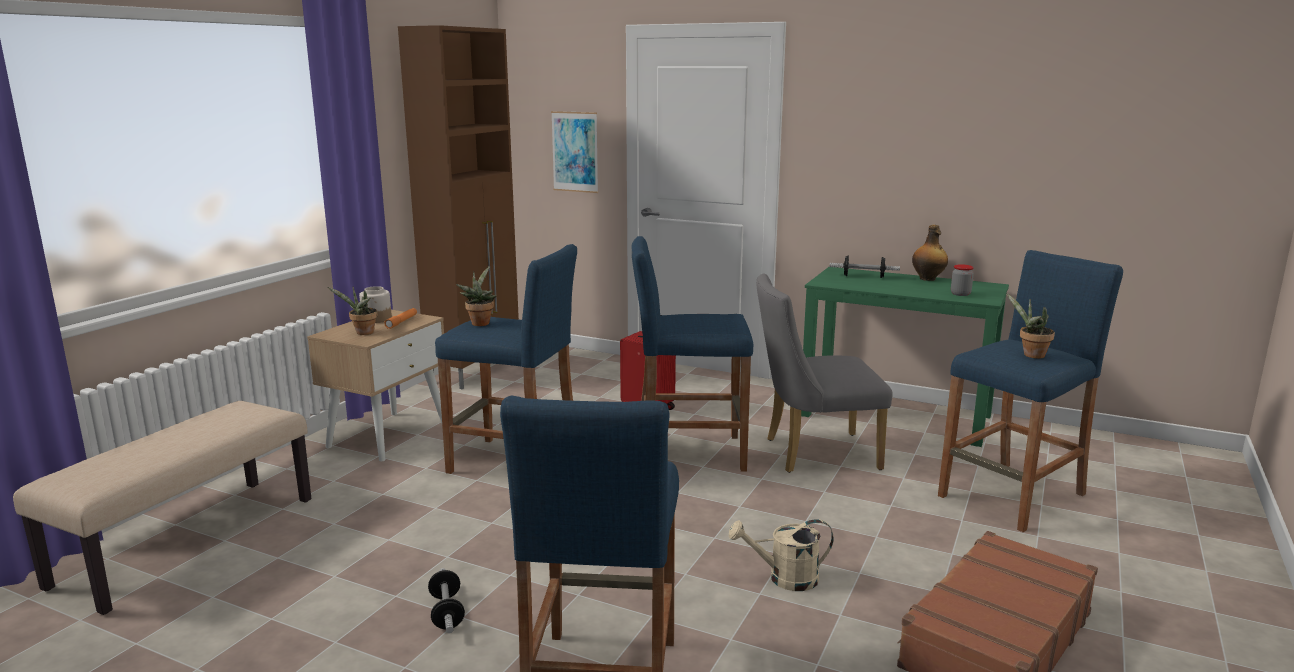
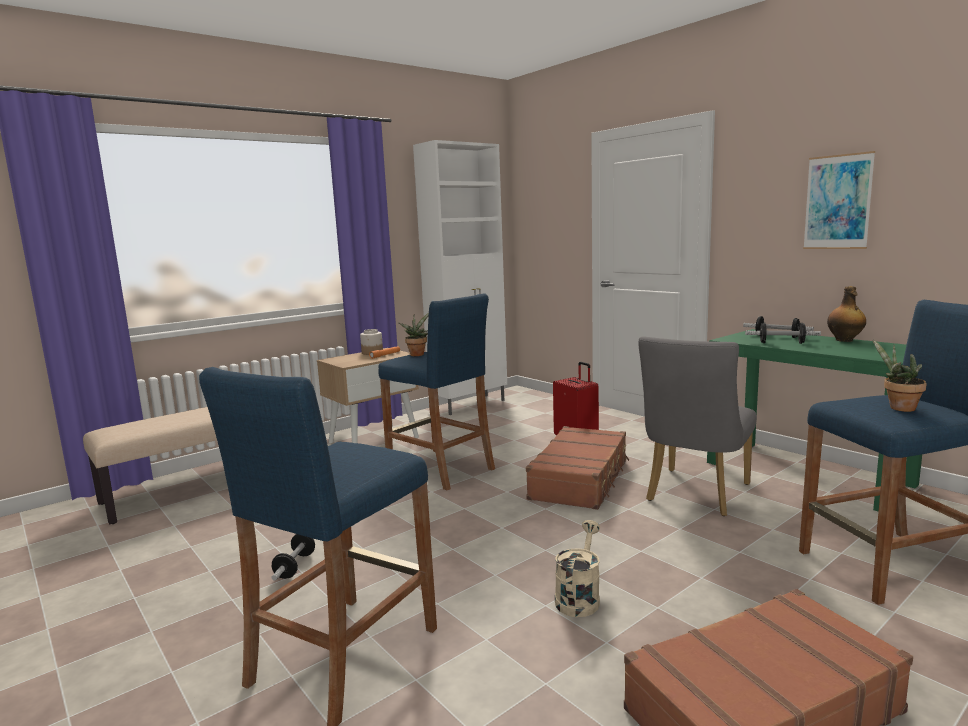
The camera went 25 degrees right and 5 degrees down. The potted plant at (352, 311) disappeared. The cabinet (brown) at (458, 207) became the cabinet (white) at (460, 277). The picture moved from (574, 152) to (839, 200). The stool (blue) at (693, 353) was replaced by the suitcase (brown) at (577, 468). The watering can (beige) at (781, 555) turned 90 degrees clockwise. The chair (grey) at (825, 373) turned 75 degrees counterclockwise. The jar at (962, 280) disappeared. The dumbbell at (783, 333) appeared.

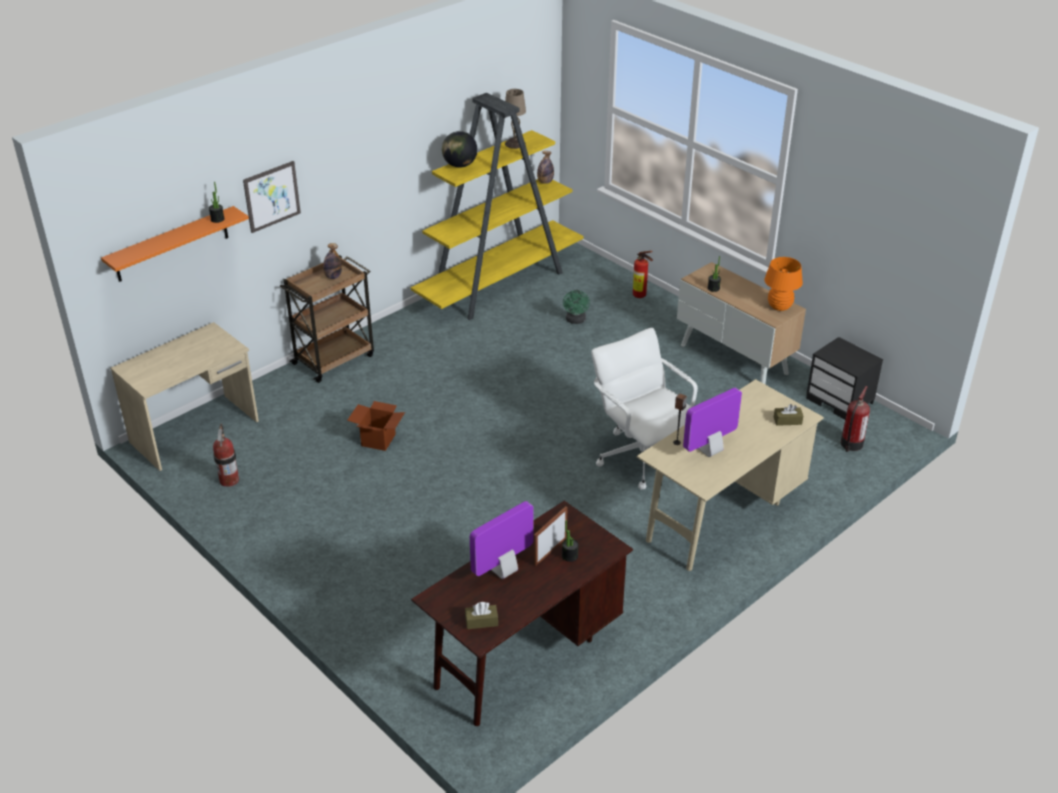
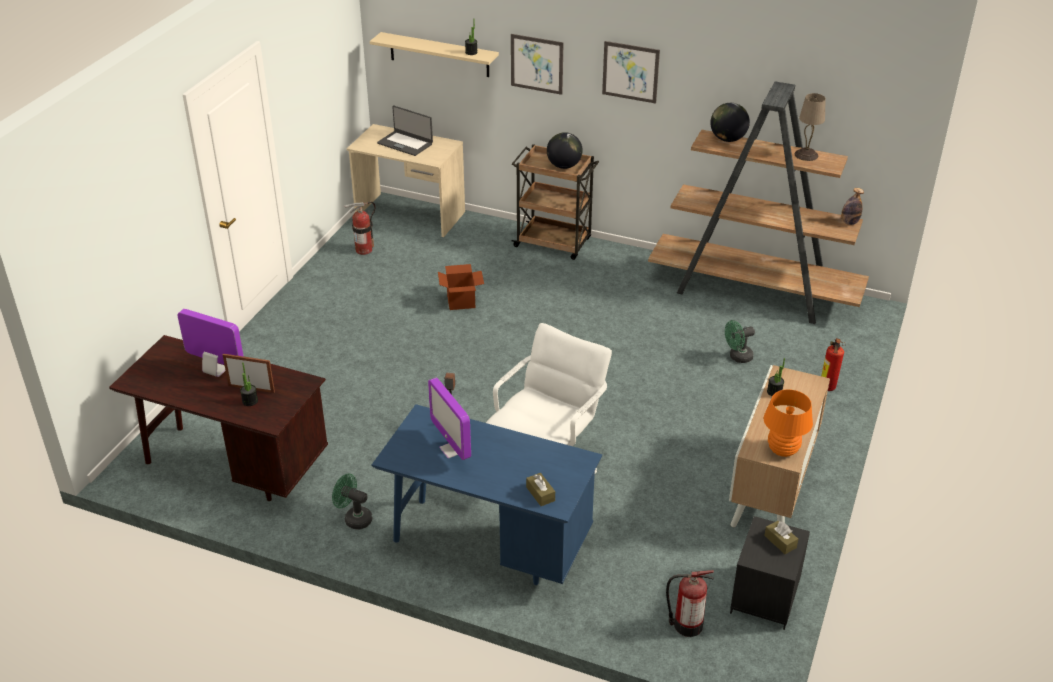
The camera went 65 degrees right and 0 degrees up. The shelf (orange) at (175, 244) became the shelf (beige) at (434, 54). The bottle at (332, 261) was replaced by the globe at (565, 150). The bookcase (yellow) at (497, 206) became the bookcase (brown) at (758, 202). The tissue box (brown) moved from (481, 615) to (781, 537). The desk (beige) at (730, 475) became the desk (blue) at (487, 494). The monitor at (712, 422) turned 150 degrees counterclockwise. The fan (green) at (352, 502) appeared. The laptop at (405, 131) appeared. The picture at (631, 72) appeared.

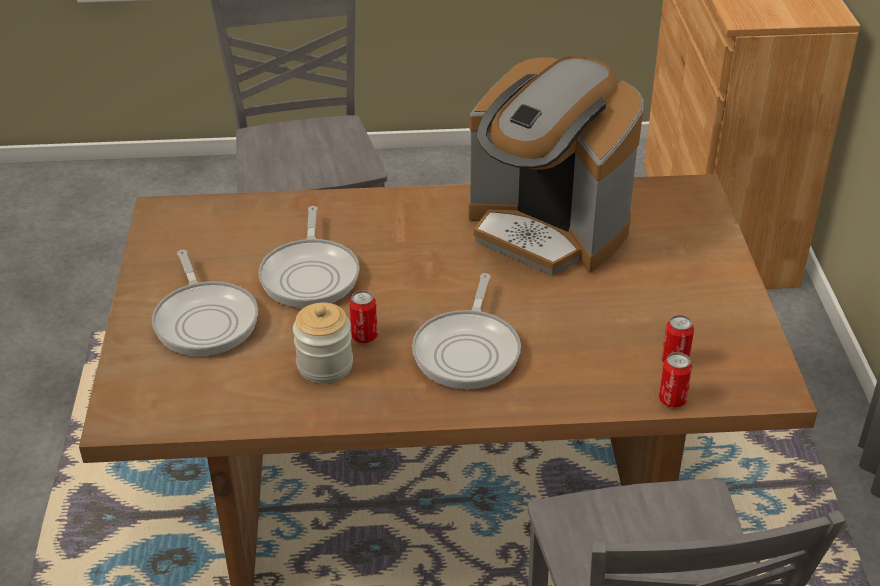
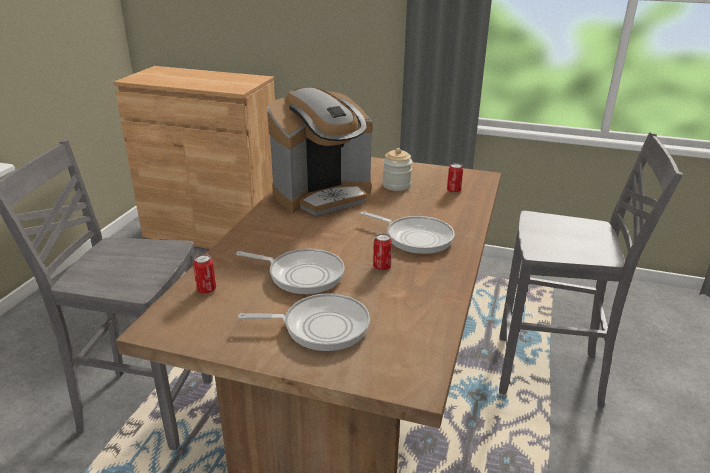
The camera went 70 degrees left and 10 degrees down. The jar moved from (323, 343) to (397, 169). The can moved from (675, 380) to (204, 273).

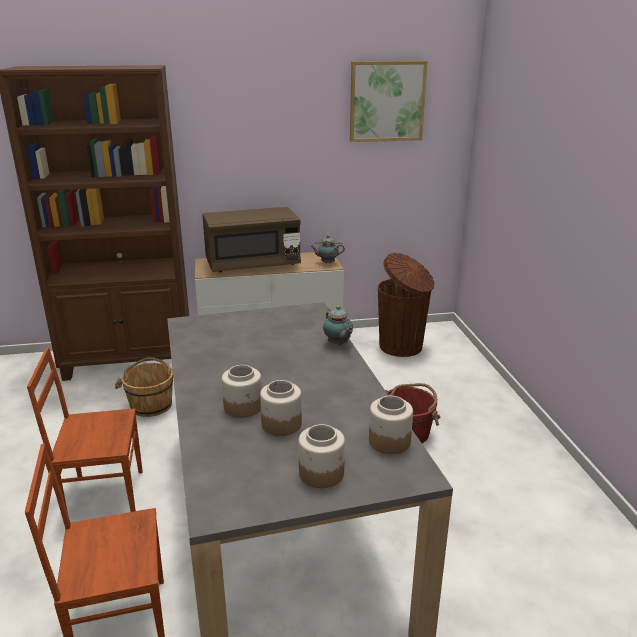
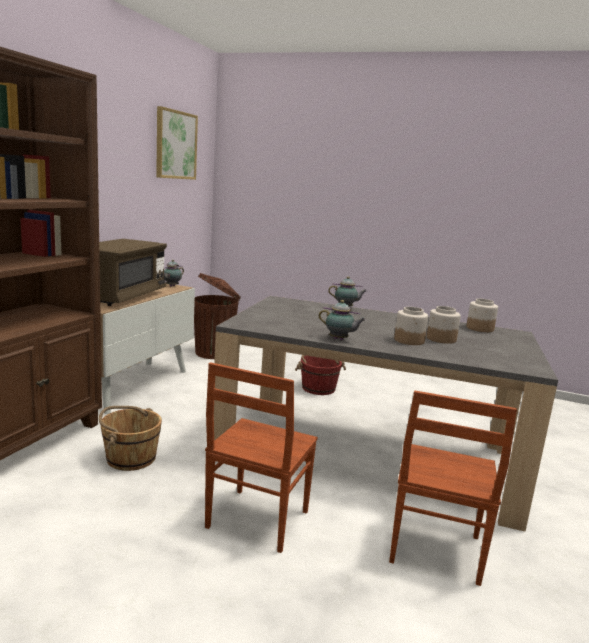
The camera went 60 degrees left and 10 degrees down. The jar at (321, 456) disappeared. The teapot at (342, 320) appeared.

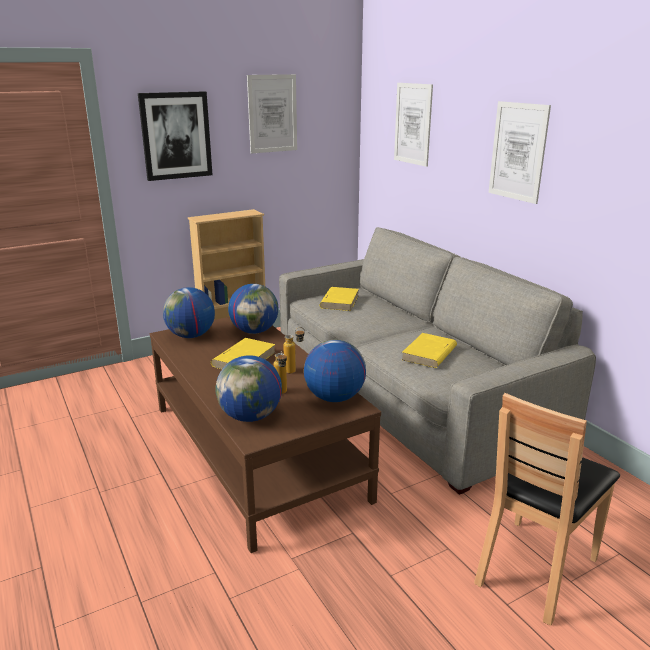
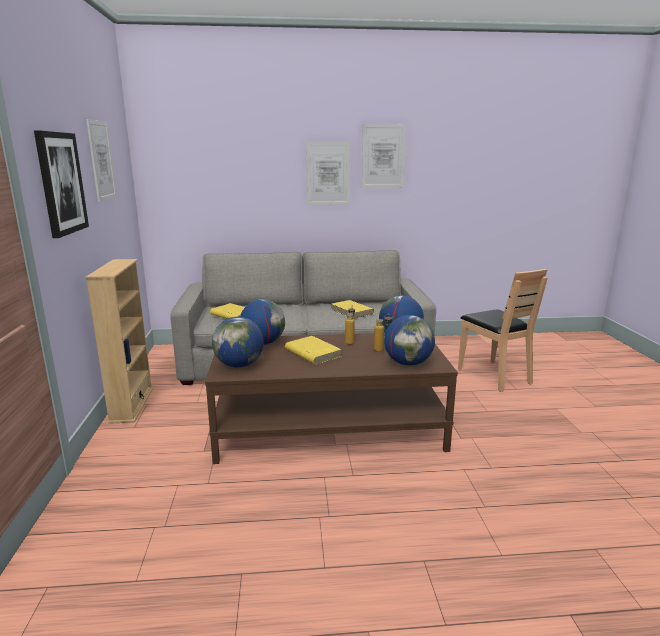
The camera went 65 degrees left and 5 degrees down. The picture moved from (413, 125) to (384, 156).

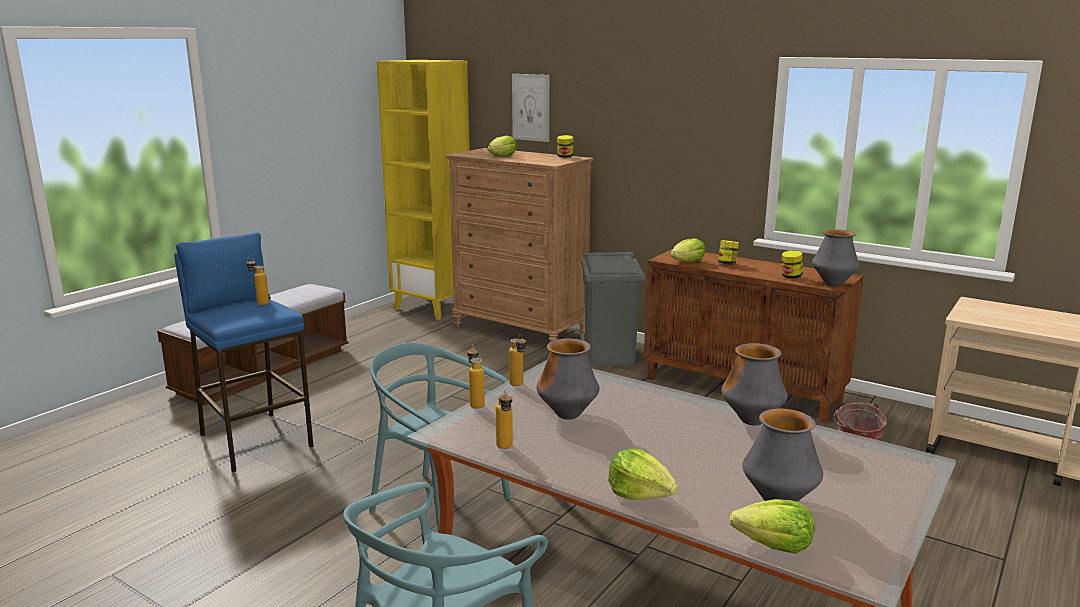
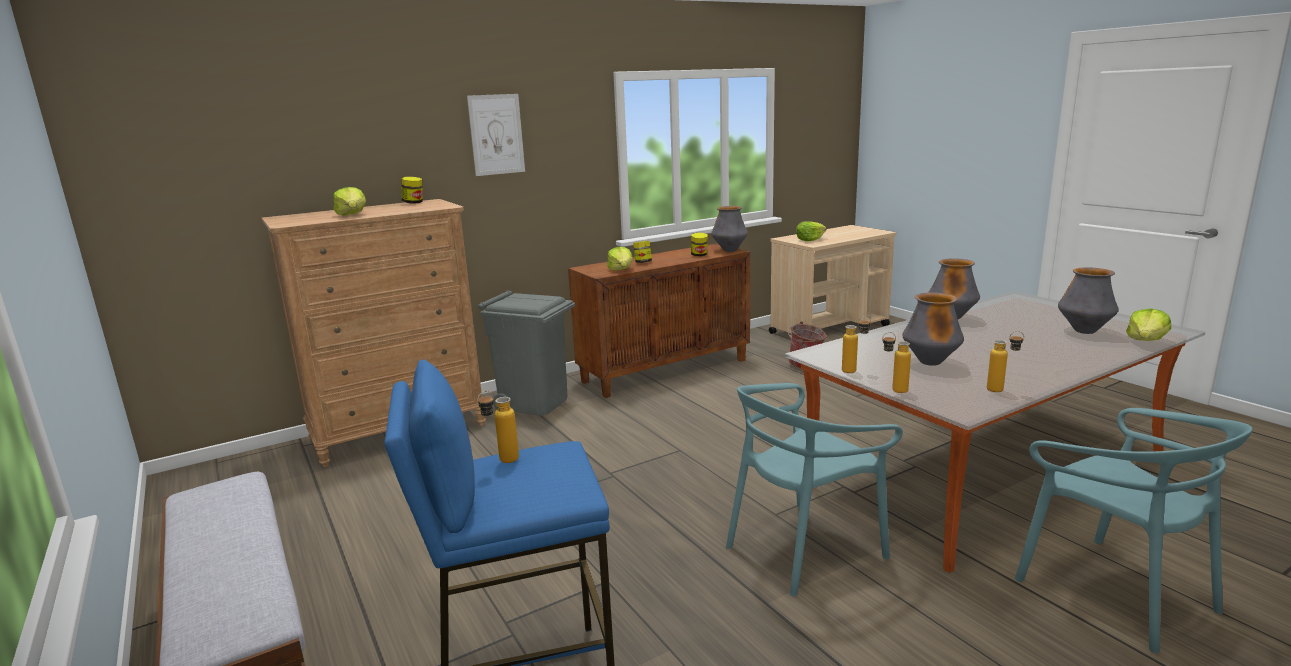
The camera went 65 degrees left and 0 degrees up. The bookcase (yellow) at (423, 190) disappeared. The picture moved from (530, 108) to (496, 135). The lettuce moved from (643, 474) to (811, 231).

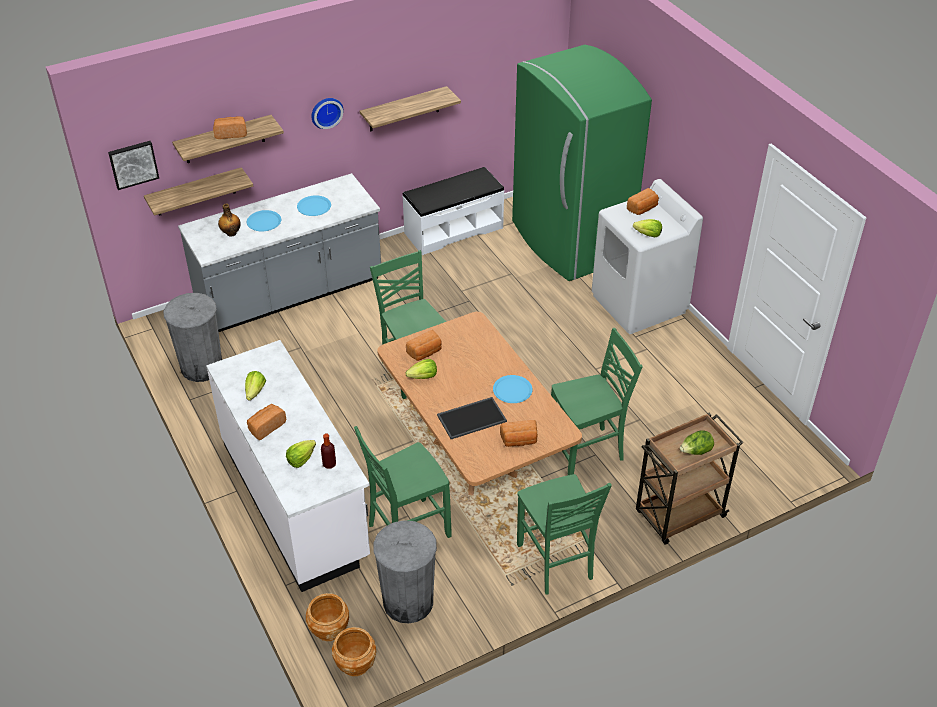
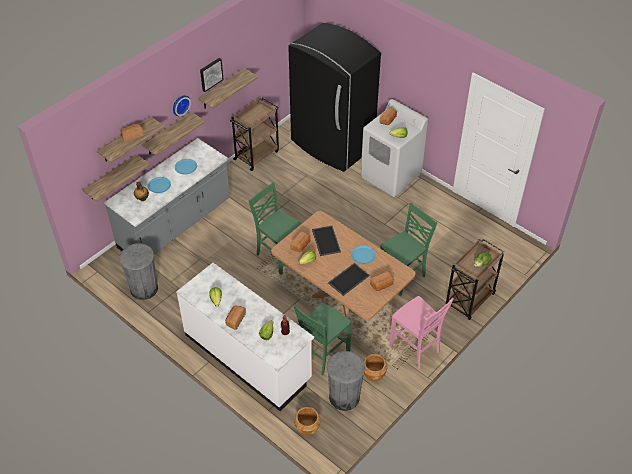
The camera went 20 degrees left and 5 degrees up. The picture moved from (133, 165) to (212, 75). The planter (brown) moved from (354, 651) to (375, 368). The bench (white) at (453, 211) was replaced by the cart (brown) at (254, 134). The fridge (green) at (582, 163) became the fridge (black) at (334, 97). The chair (green) at (564, 534) became the chair (pink) at (421, 332). The shelf at (173, 134) appeared. The tray at (326, 241) appeared.

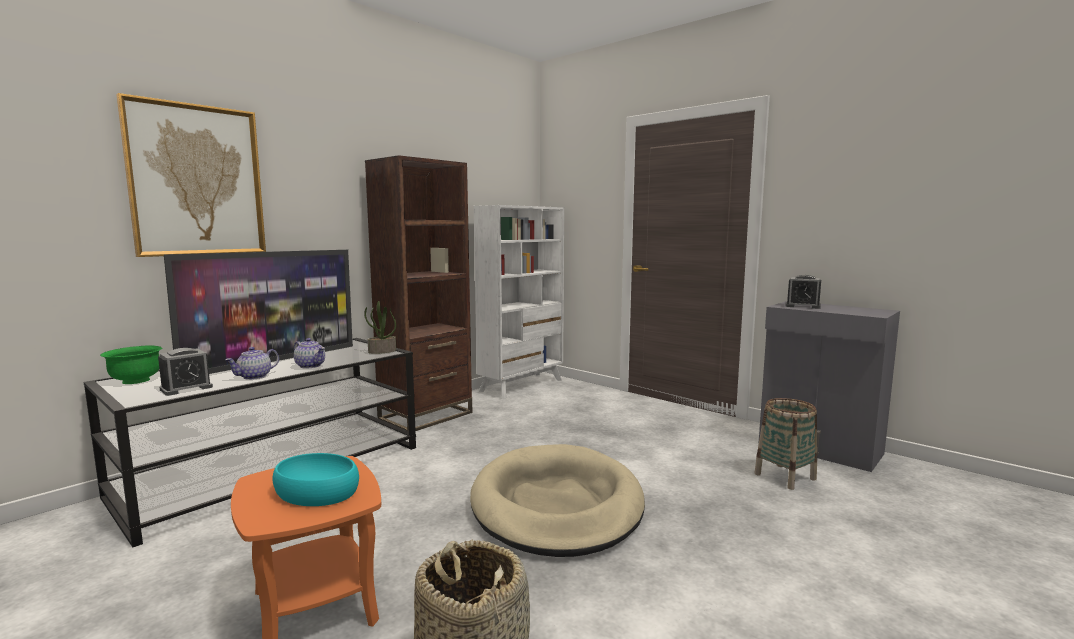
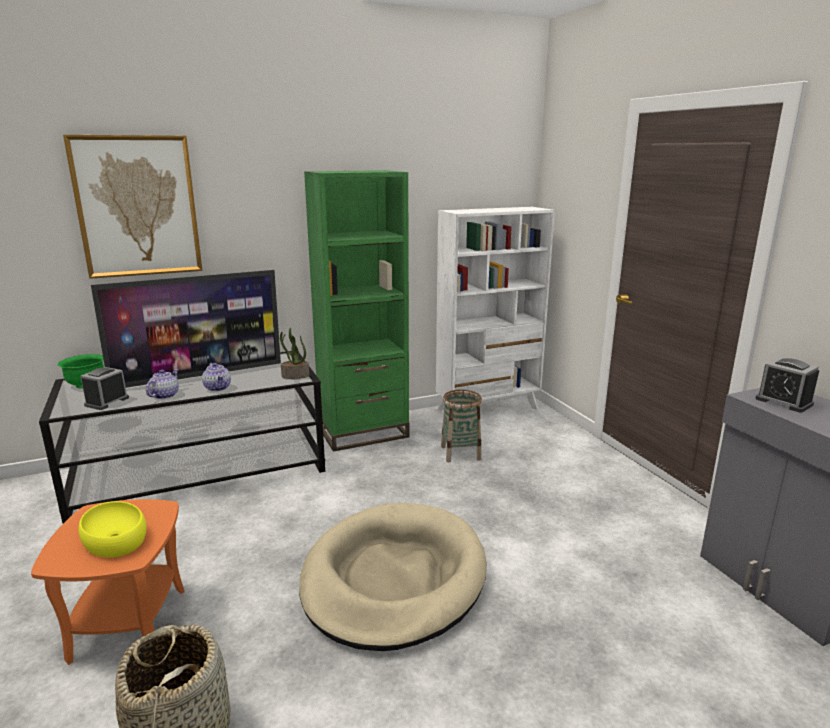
The camera went 25 degrees right and 10 degrees up. The alarm clock at (185, 372) turned 135 degrees clockwise. The teapot at (252, 363) turned 135 degrees clockwise. The bowl (turquoise) at (316, 479) became the bowl (yellow) at (112, 529). The bookcase (brown) at (418, 293) became the bookcase (green) at (356, 311). The basket moved from (785, 444) to (461, 426).

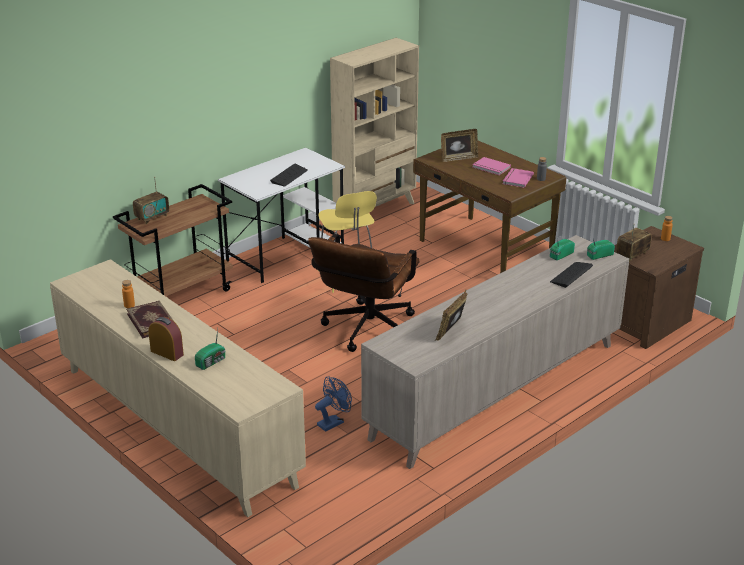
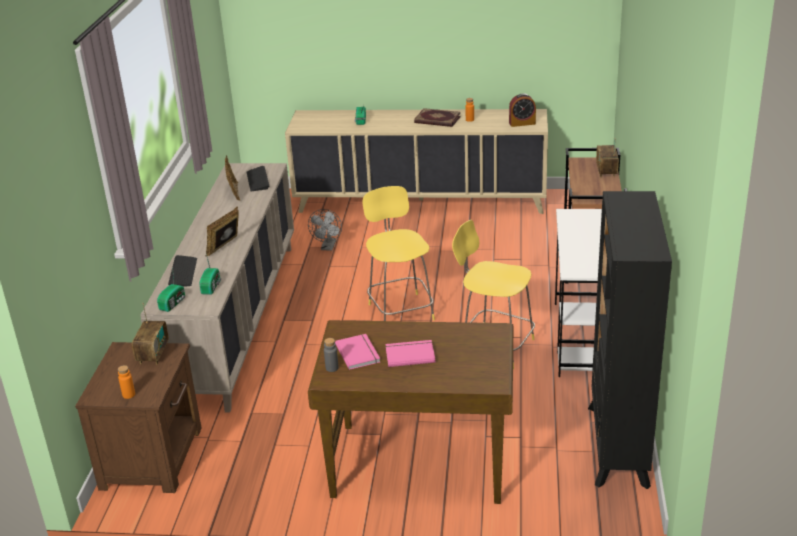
The camera went 140 degrees right and 0 degrees up. The alarm clock moved from (166, 339) to (522, 110). The keyboard moved from (289, 175) to (257, 178). The office chair (brown) at (364, 293) was replaced by the stool (yellow) at (398, 253). The fan (blue) at (333, 404) became the fan (grey) at (325, 230). The bookcase (beige) at (374, 122) became the bookcase (black) at (630, 340). The picture frame moved from (460, 145) to (222, 231).

